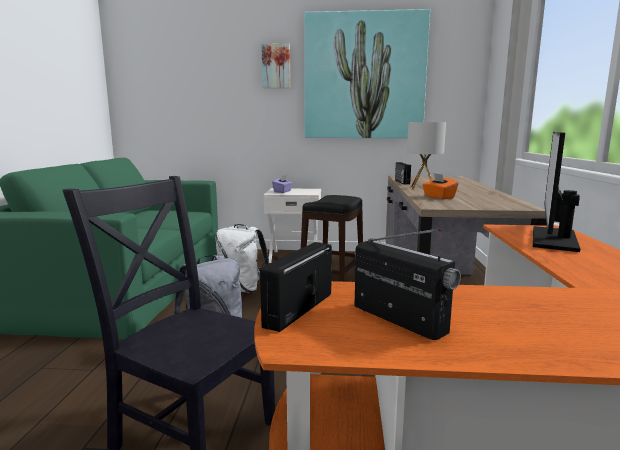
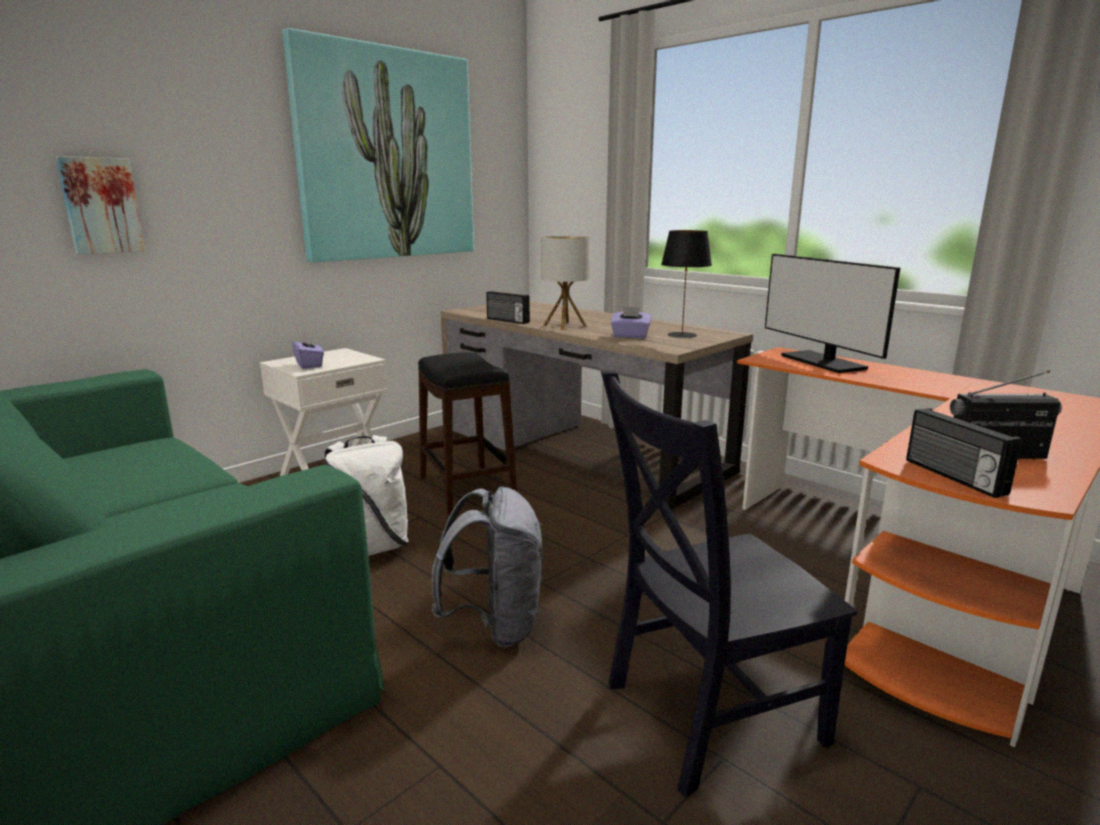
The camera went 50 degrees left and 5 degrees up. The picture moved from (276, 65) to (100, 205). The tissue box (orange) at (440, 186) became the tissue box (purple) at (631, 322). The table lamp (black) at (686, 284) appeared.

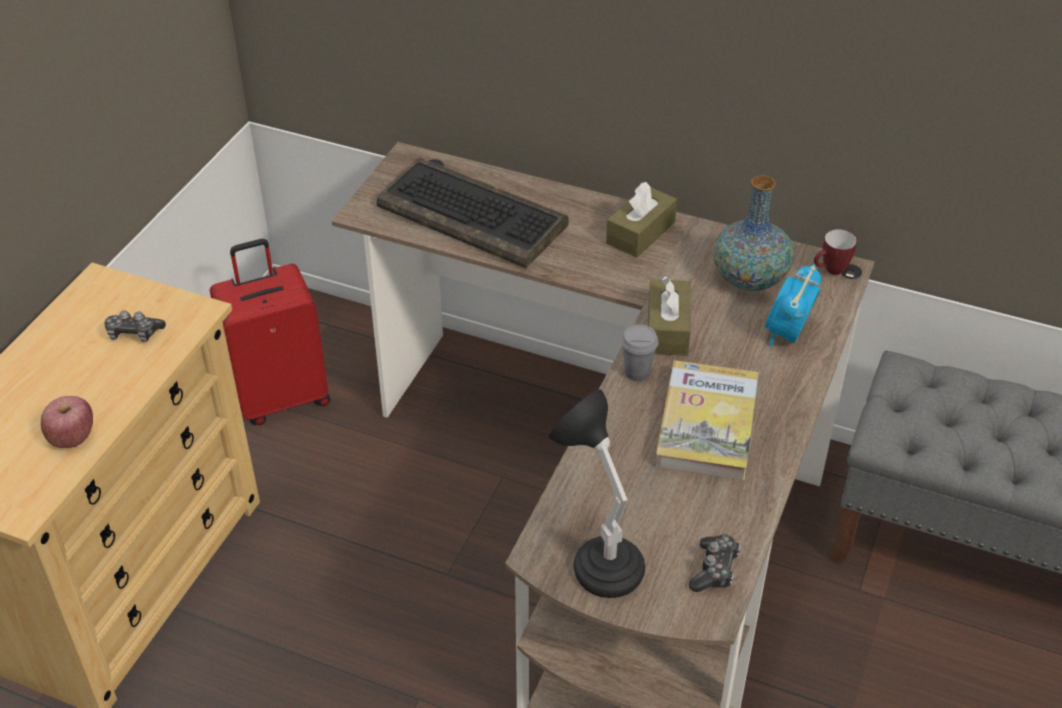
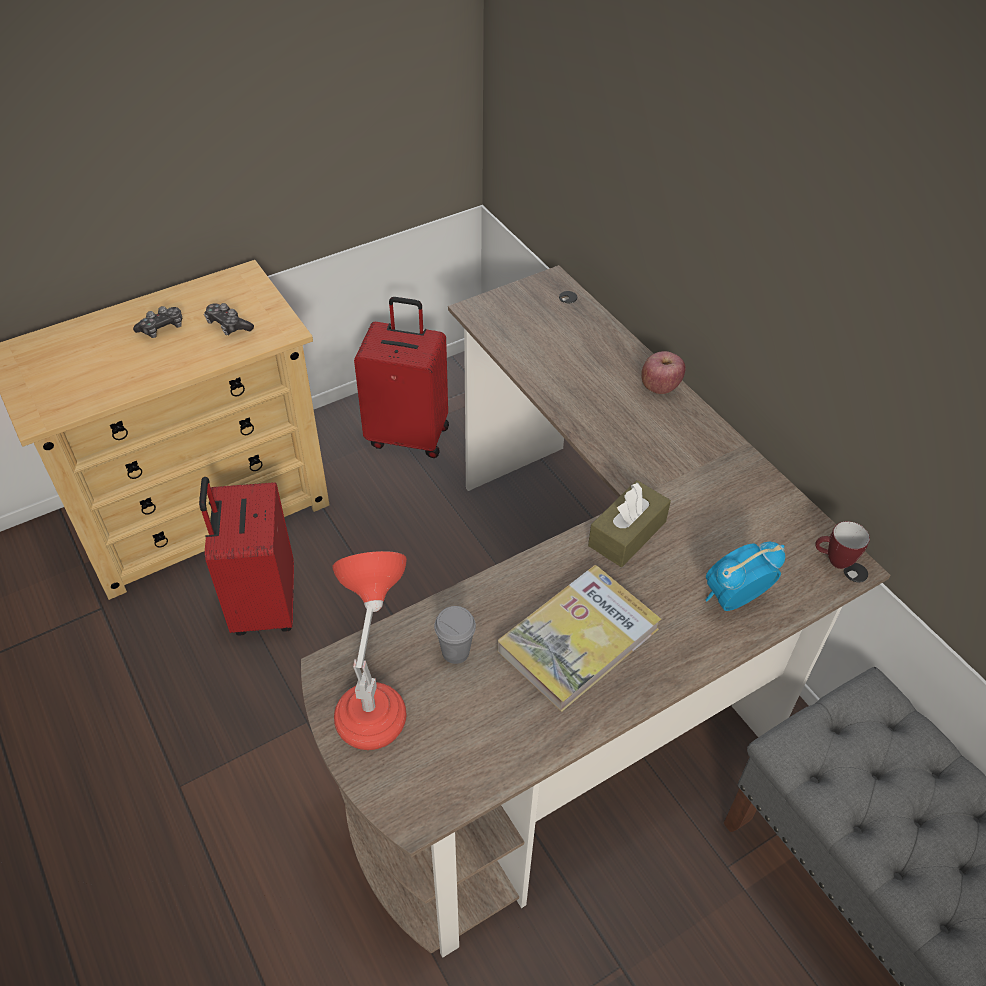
The camera went 35 degrees right and 5 degrees up. The apple moved from (67, 422) to (663, 372). The keyboard at (472, 213) disappeared. The table lamp (black) at (597, 493) became the table lamp (red) at (369, 650). The tissue box (brown) at (641, 220) disappeared. The cup (grey) moved from (639, 353) to (455, 635). The game controller moved from (715, 563) to (157, 322). The vase at (753, 233) disappeared. The suitcase (red) at (246, 556) appeared.

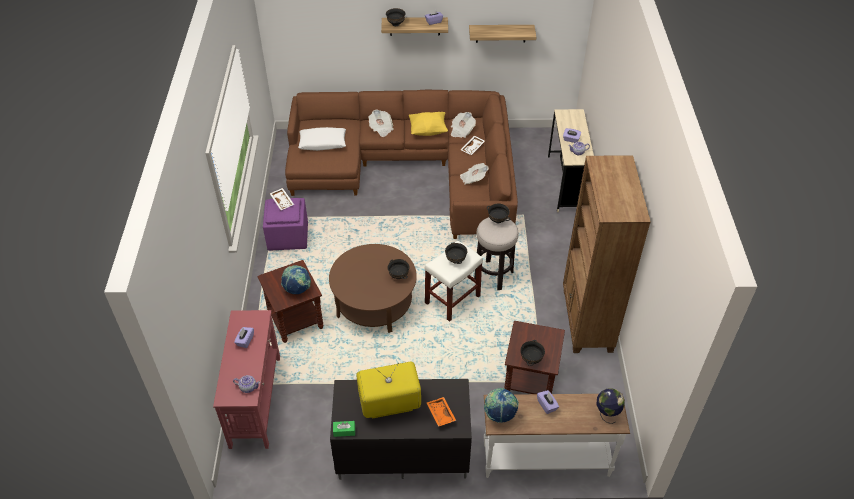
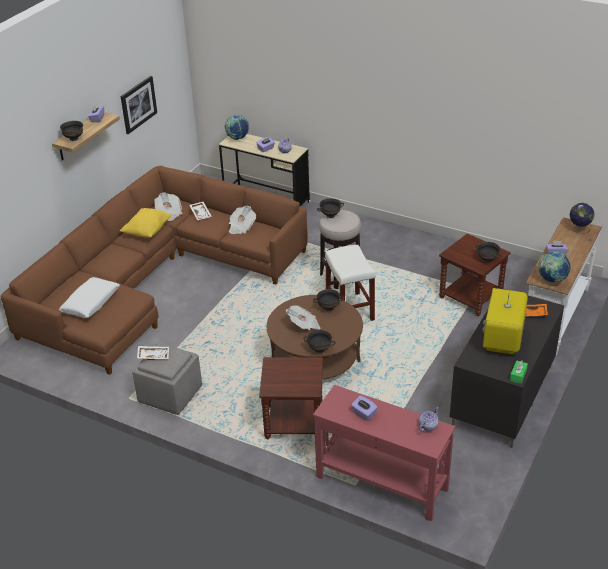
The camera went 60 degrees left and 10 degrees down. The ottoman (purple) at (285, 224) became the ottoman (grey) at (167, 379). The globe moved from (296, 279) to (236, 127). The newspaper moved from (381, 123) to (303, 317). The bowl (black) moved from (456, 253) to (320, 341). The shelf at (502, 34) was replaced by the picture at (139, 105). The bookcase (brown) at (607, 254) disappeared.

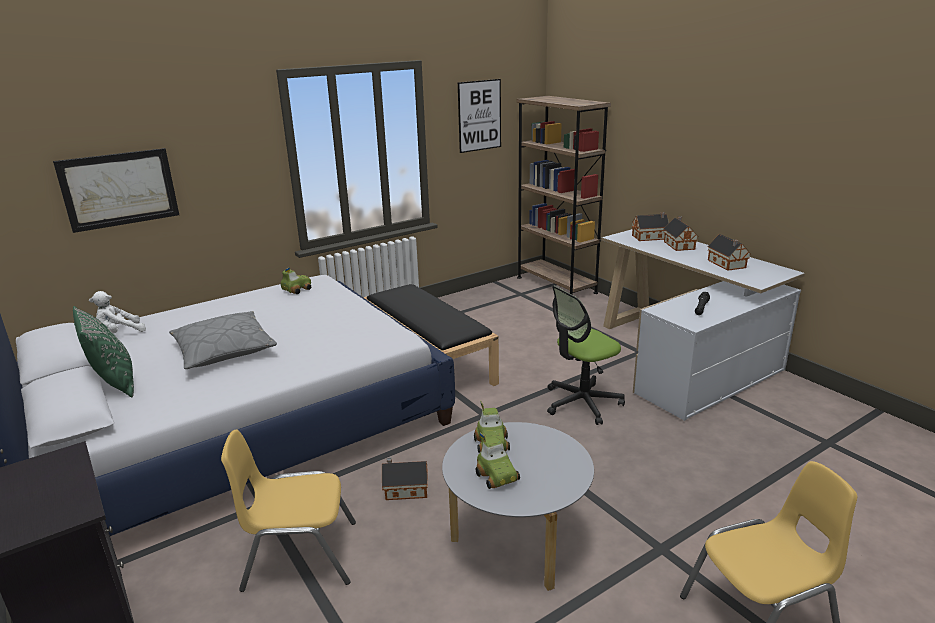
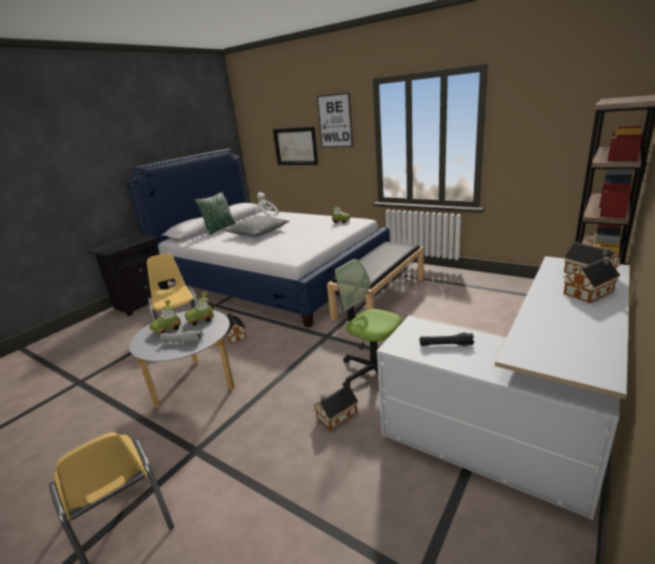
The camera went 70 degrees right and 0 degrees up. The picture moved from (479, 116) to (335, 120). The toy house moved from (729, 252) to (335, 407). The flashlight (grey) at (181, 336) appeared.

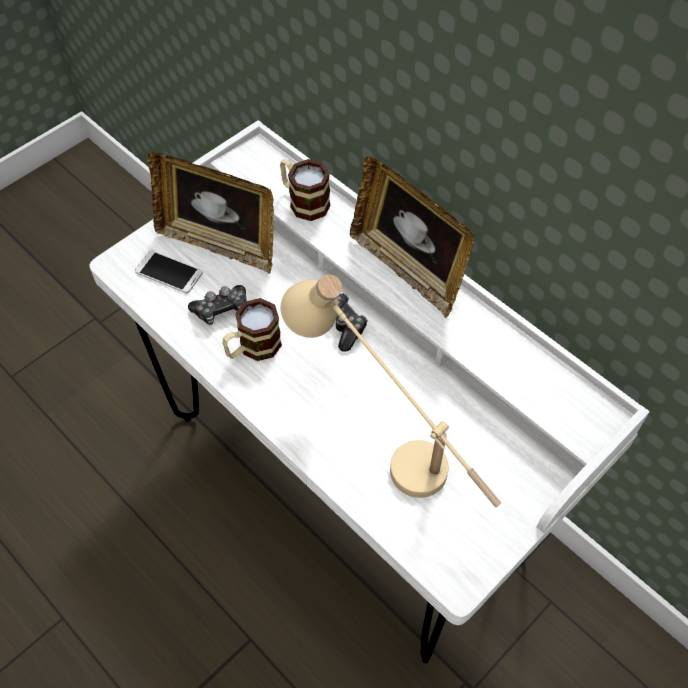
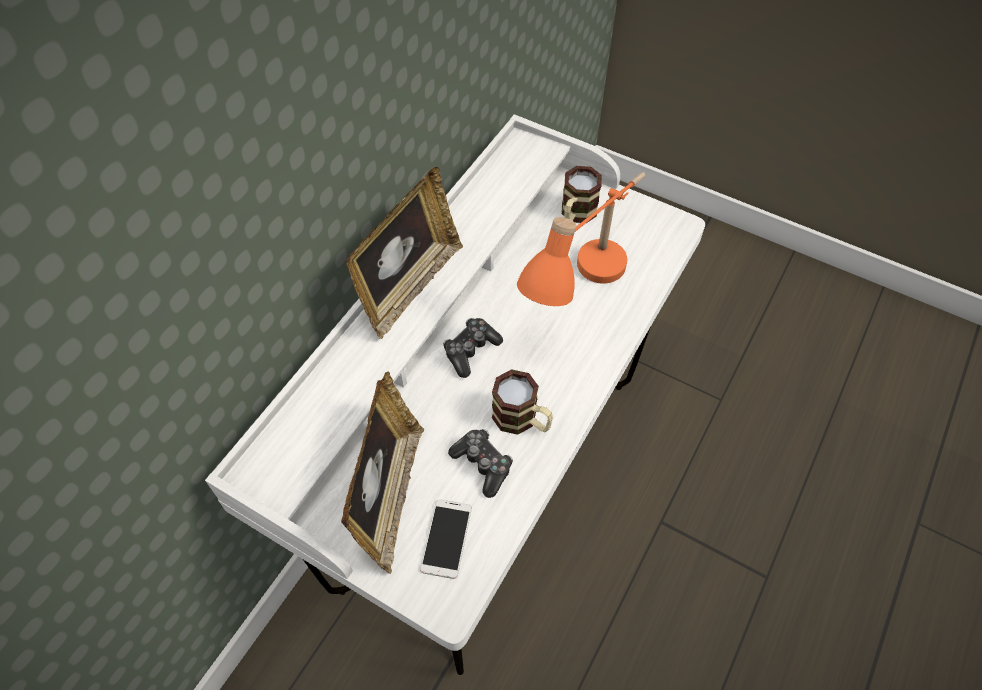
The camera went 105 degrees left and 0 degrees up. The mug moved from (305, 190) to (581, 194). The table lamp (beige) at (391, 390) became the table lamp (orange) at (581, 239).

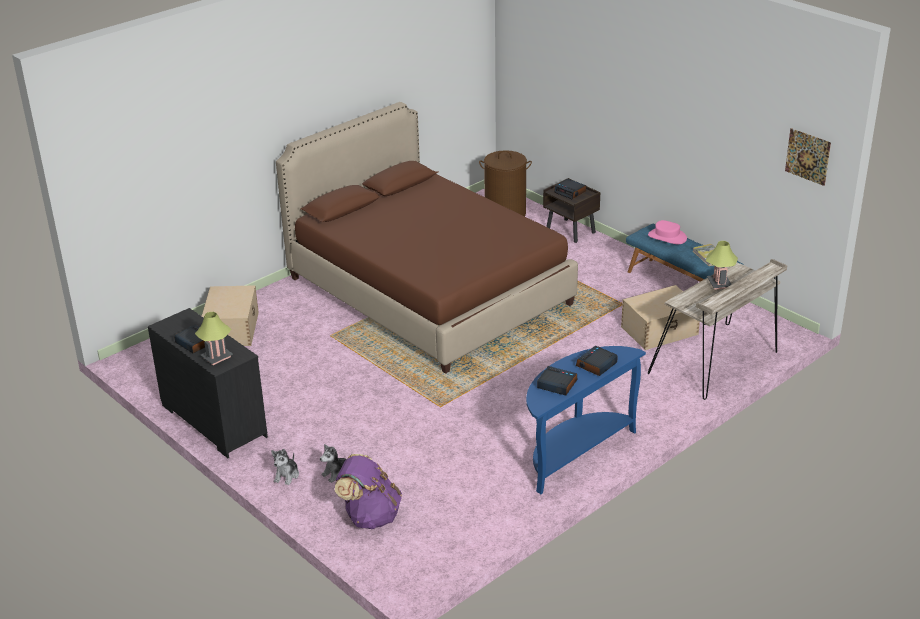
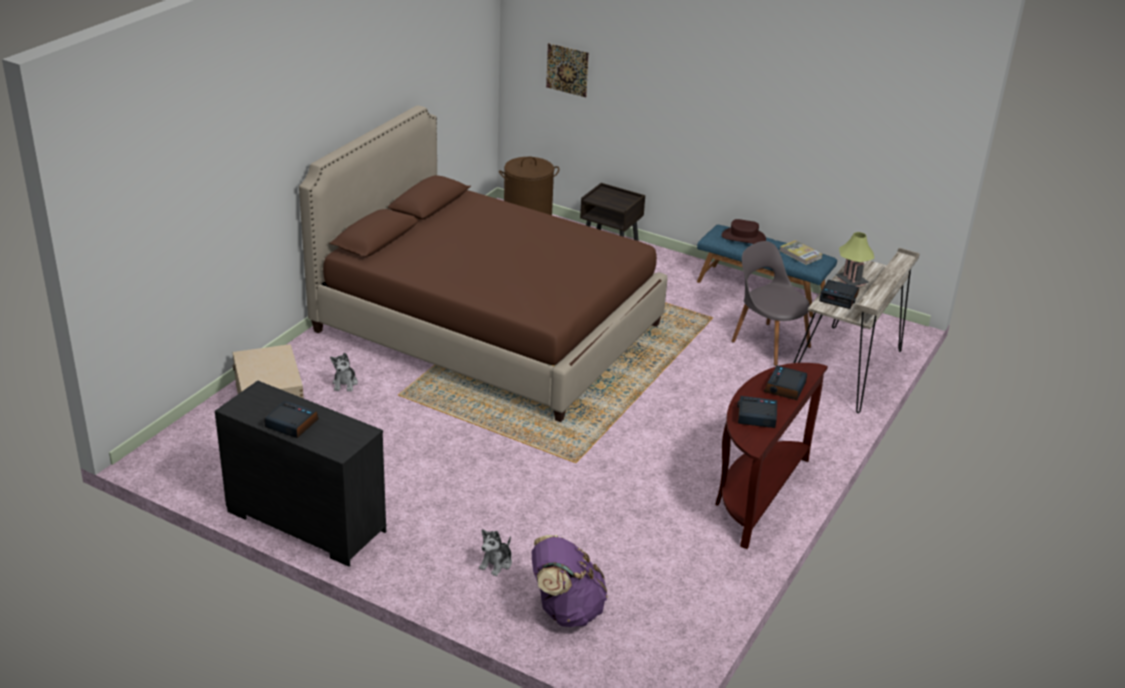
The camera went 20 degrees left and 0 degrees up. The table lamp at (214, 338) disappeared. The plush toy moved from (285, 467) to (344, 372). The console table (blue) at (586, 420) became the console table (brown) at (771, 456). The alarm clock moved from (570, 189) to (839, 294). The storage box (beige) at (660, 317) was replaced by the chair (grey) at (771, 303). The hat (pink) at (667, 232) became the hat (brown) at (744, 231). The picture moved from (808, 157) to (567, 70).

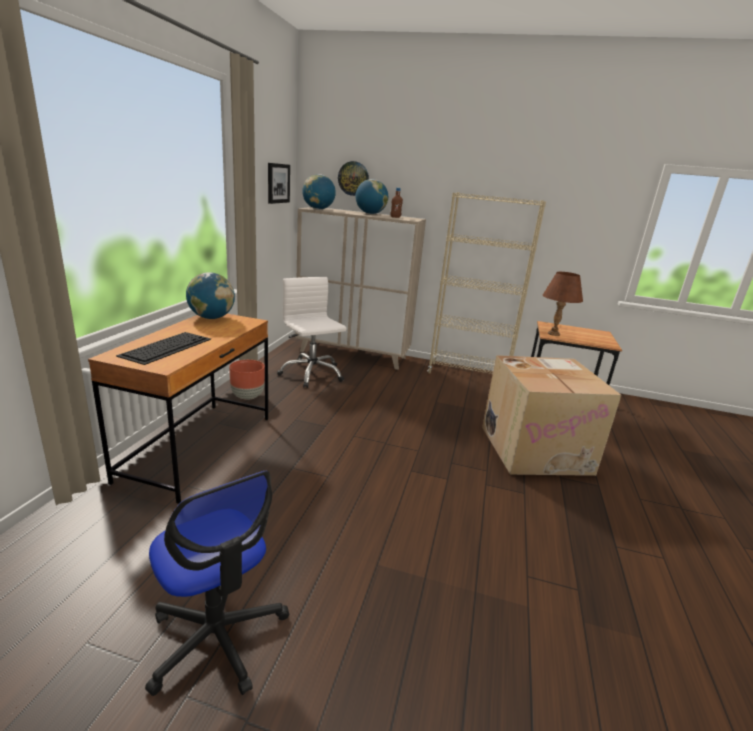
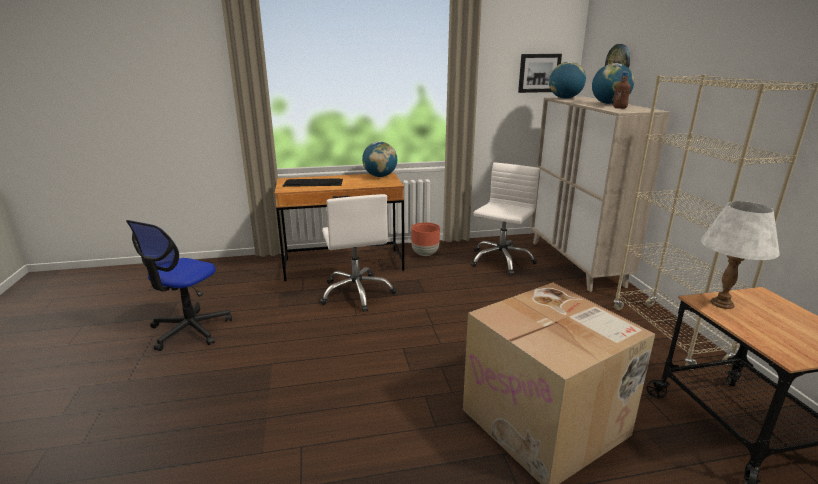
The camera went 65 degrees right and 0 degrees up. The table lamp (brown) at (563, 304) became the table lamp (white) at (740, 255). The office chair (white) at (358, 253) appeared.

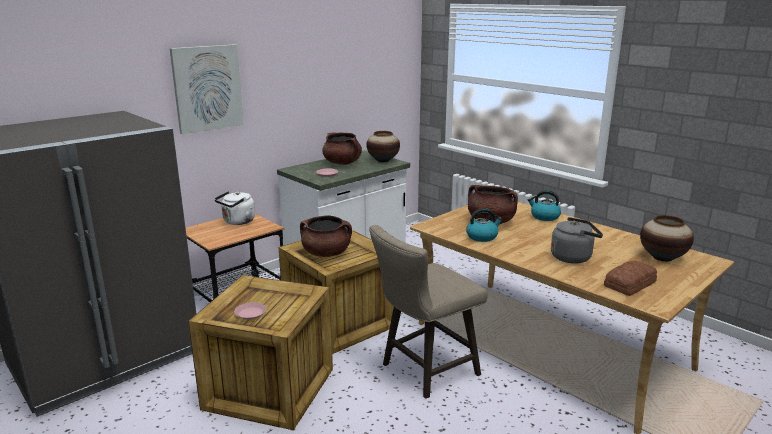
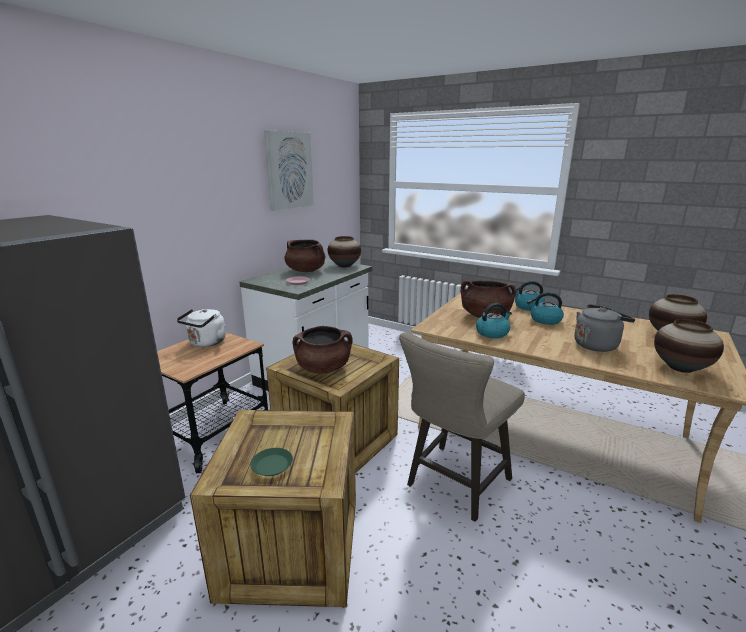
The camera went 15 degrees left and 0 degrees up. The picture moved from (207, 89) to (289, 170). The plate (pink) at (250, 311) became the plate (green) at (271, 462). The bread at (630, 278) was replaced by the vase at (689, 346). The kettle at (545, 308) appeared.

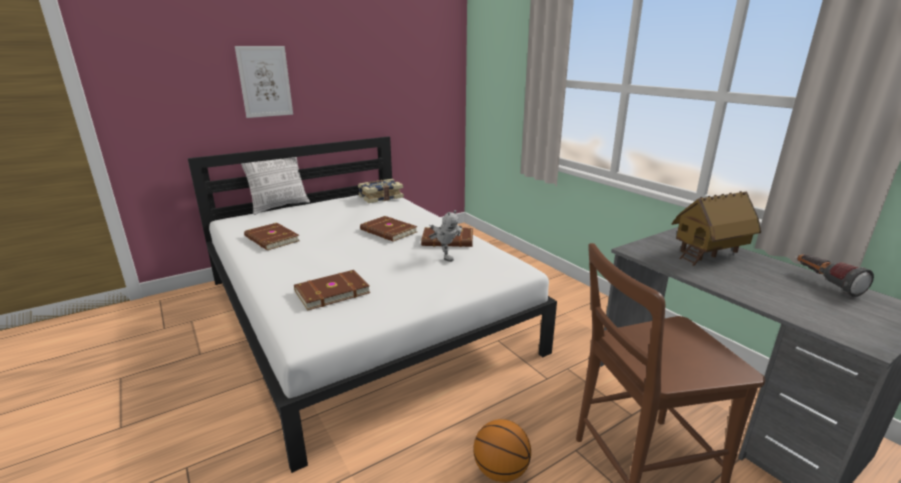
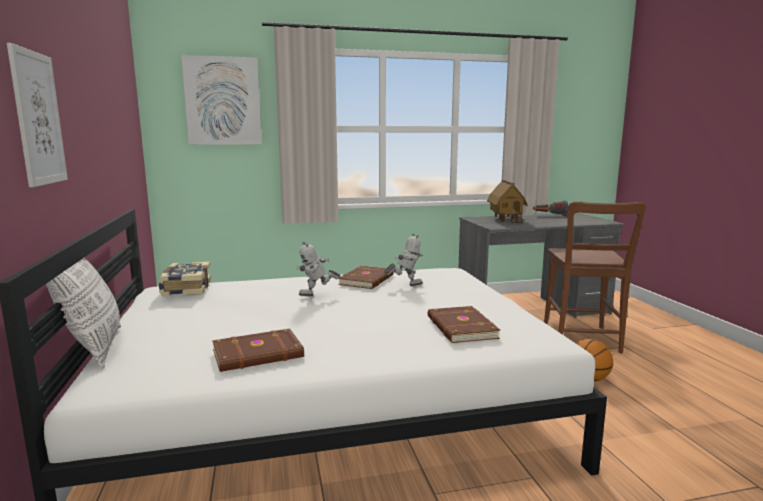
The camera went 70 degrees left and 10 degrees down. The book (brown) at (388, 229) was replaced by the toy robot at (318, 268). The picture at (221, 100) appeared.

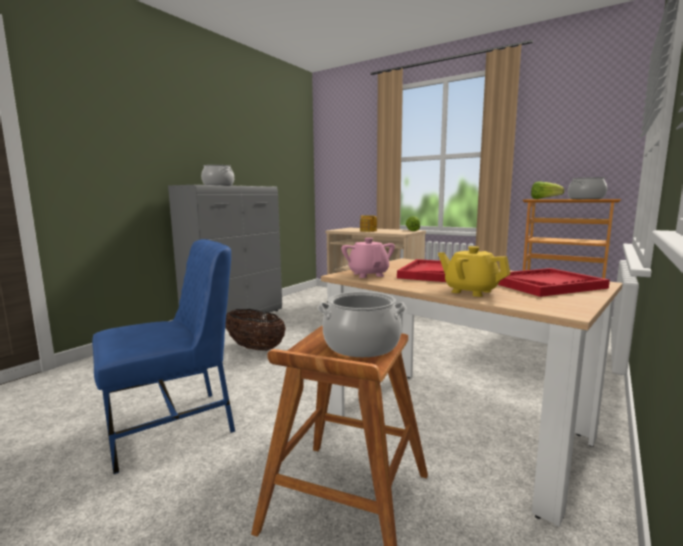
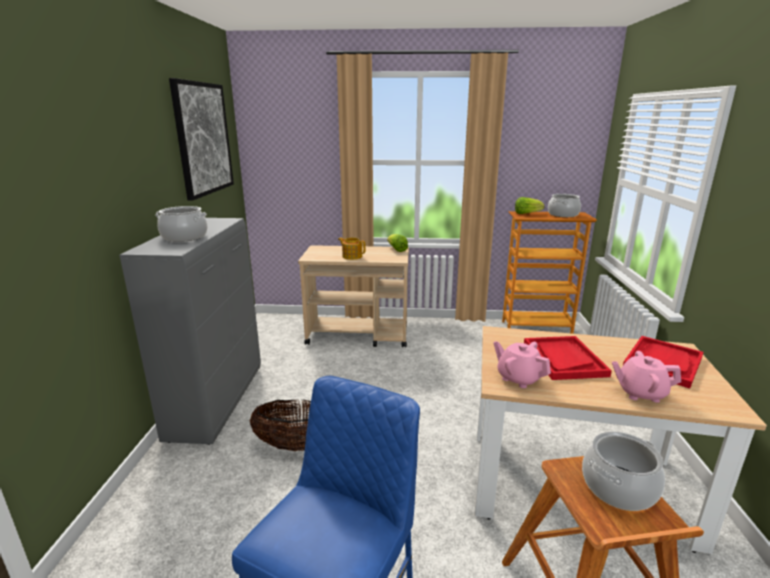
The camera went 30 degrees left and 10 degrees up. The teapot (yellow) at (474, 271) became the teapot (pink) at (646, 377). The picture at (201, 139) appeared.

